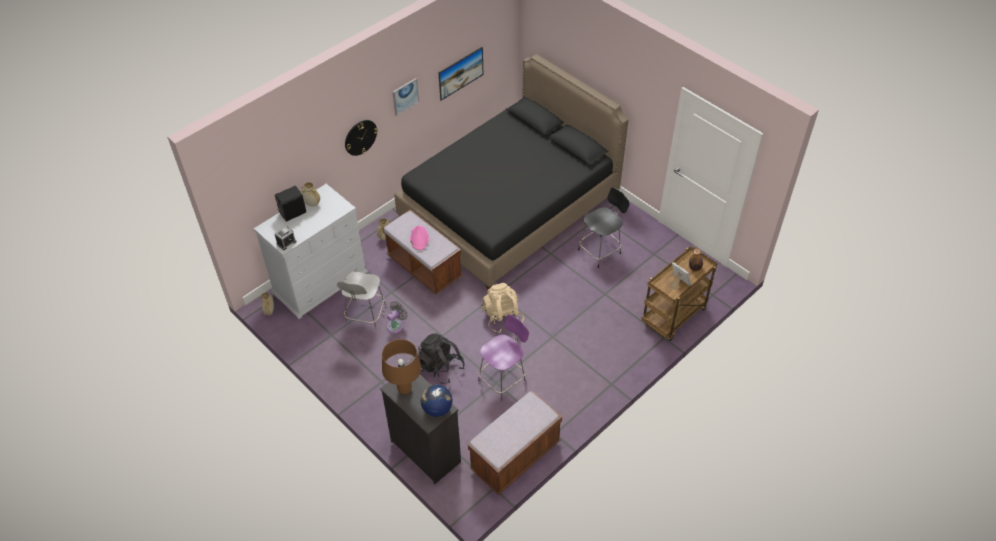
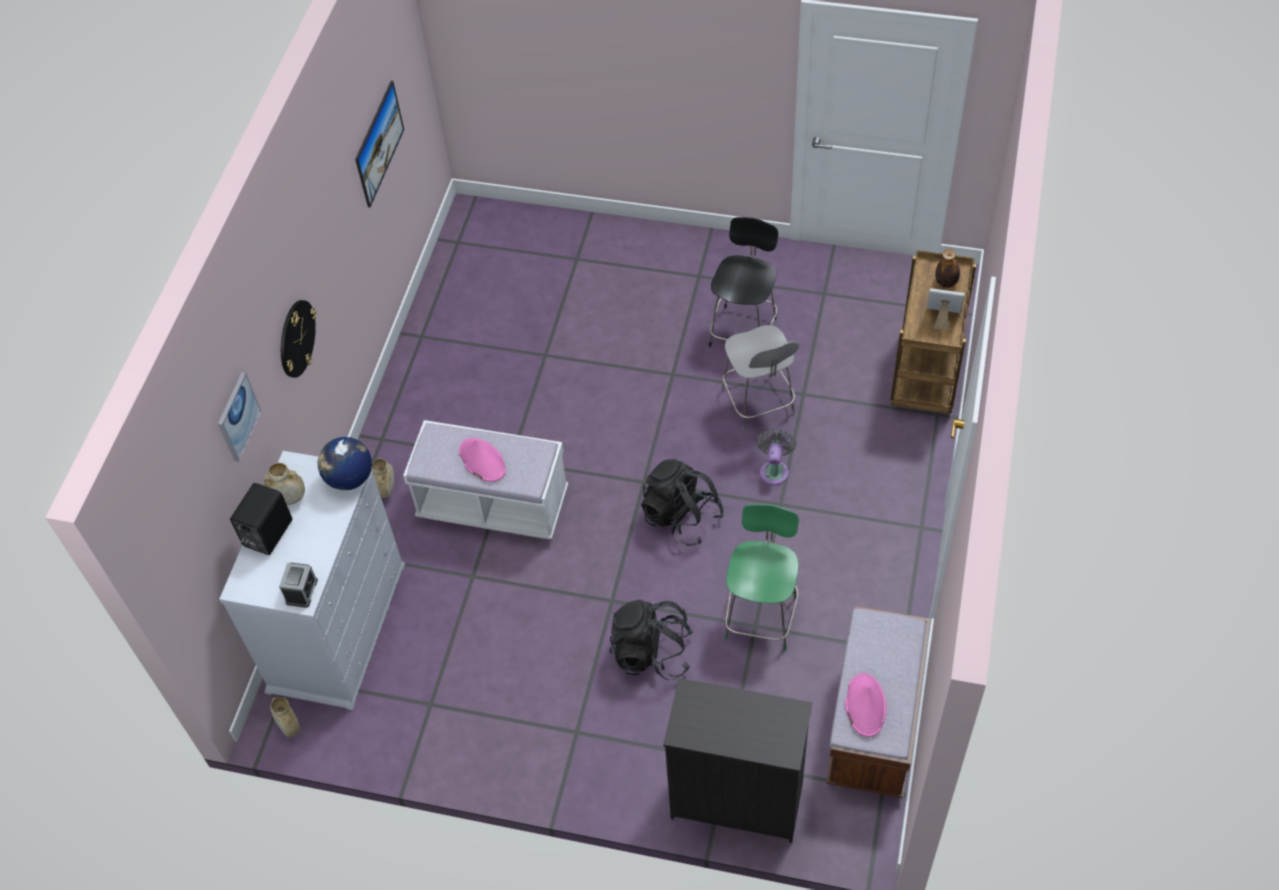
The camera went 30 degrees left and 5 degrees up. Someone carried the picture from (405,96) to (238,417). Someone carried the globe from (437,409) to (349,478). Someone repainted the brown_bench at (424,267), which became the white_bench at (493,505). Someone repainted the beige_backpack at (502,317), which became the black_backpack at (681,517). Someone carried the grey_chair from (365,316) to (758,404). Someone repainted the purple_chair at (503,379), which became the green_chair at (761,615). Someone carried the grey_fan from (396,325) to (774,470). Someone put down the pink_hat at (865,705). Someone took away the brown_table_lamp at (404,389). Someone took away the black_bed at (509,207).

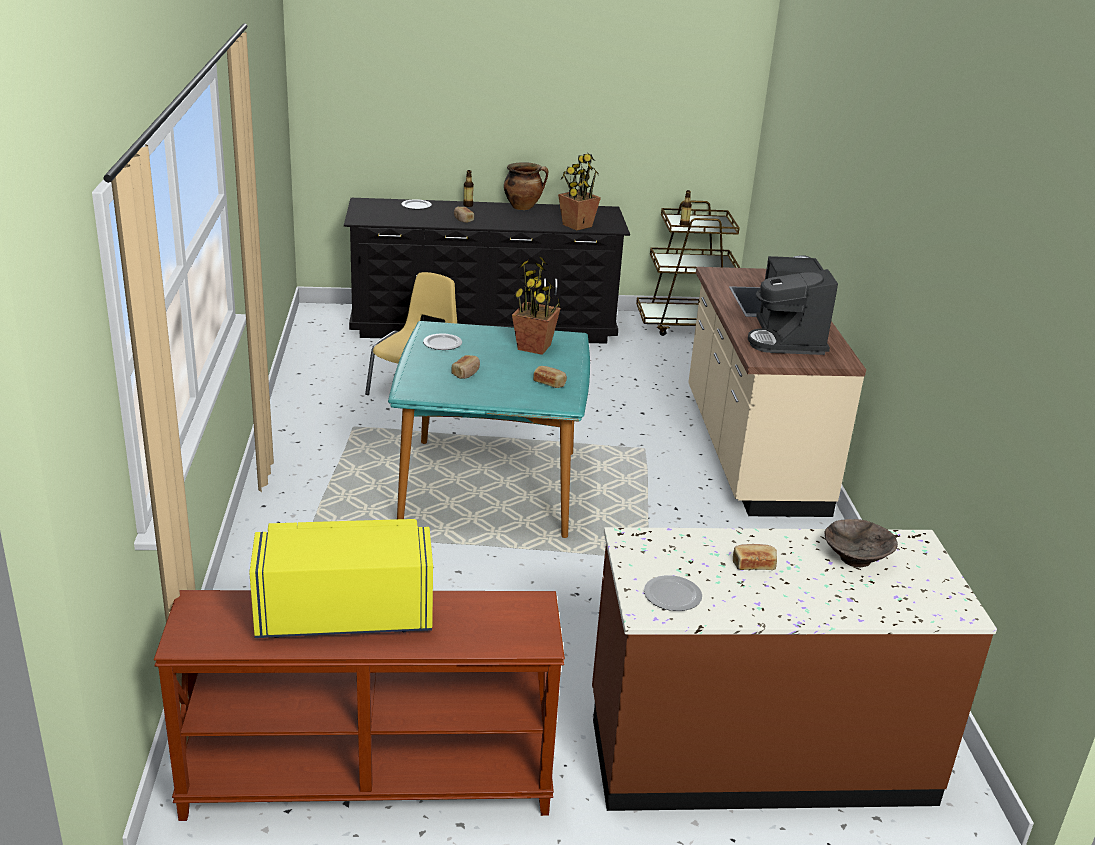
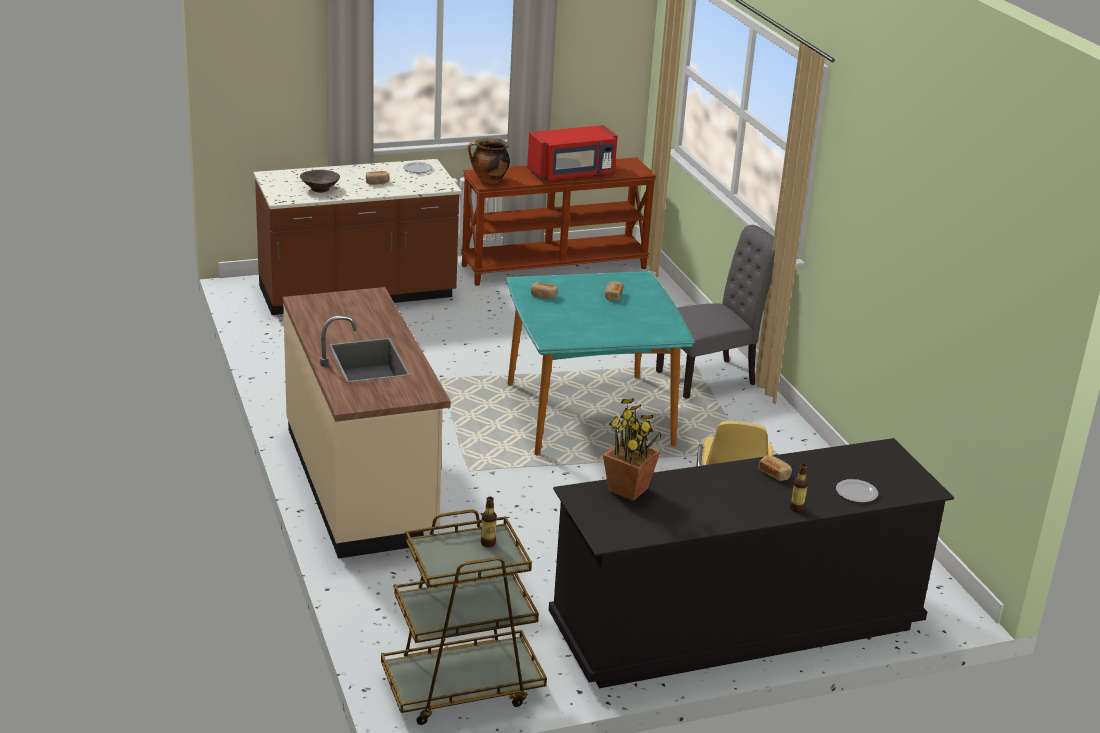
The camera went 165 degrees right and 0 degrees up. Someone carried the cooking_pot from (523,207) to (488,181). Someone repainted the yellow_microwave at (344,614), which became the red_microwave at (572,173). Someone put down the grey_chair at (711,377). Someone took away the plate at (442,344). Someone took away the potted_plant at (534,347). Someone took away the coffee_machine at (787,339).

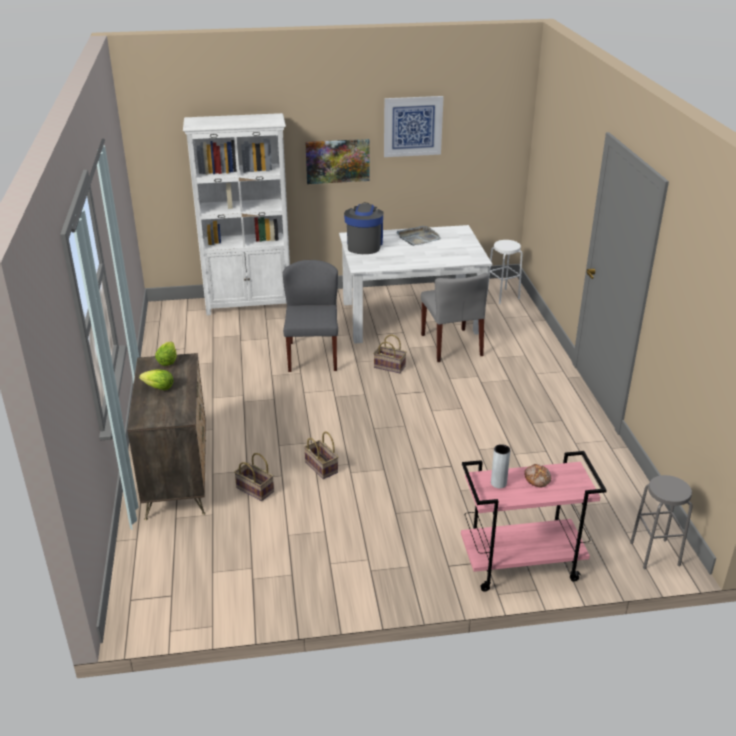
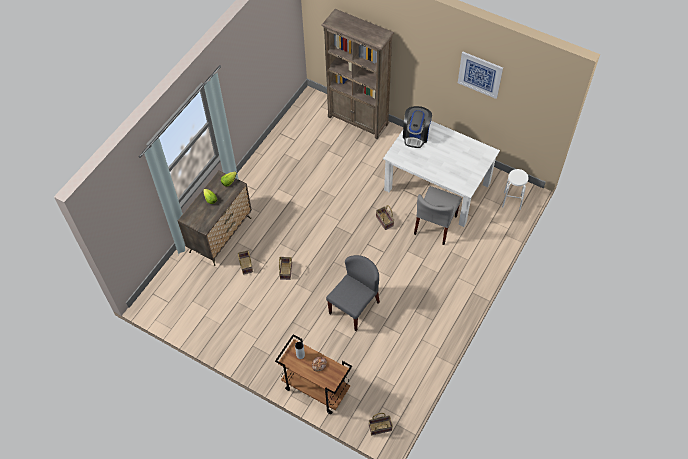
The camera went 40 degrees right and 25 degrees up. Someone repainted the pink_cart at (520,565), which became the brown_cart at (315,388). Someone repainted the white_bookcase at (249,304), which became the brown_bookcase at (358,120). Someone carried the grey_chair from (312,356) to (354,307). Someone swapped the grey_stool at (654,554) for the basket at (380,427). Someone rotated the coffee_machine at (364,245) by 150 degrees clockwise. Someone took away the picture at (337,161). Someone took away the grey_tray at (418,238).

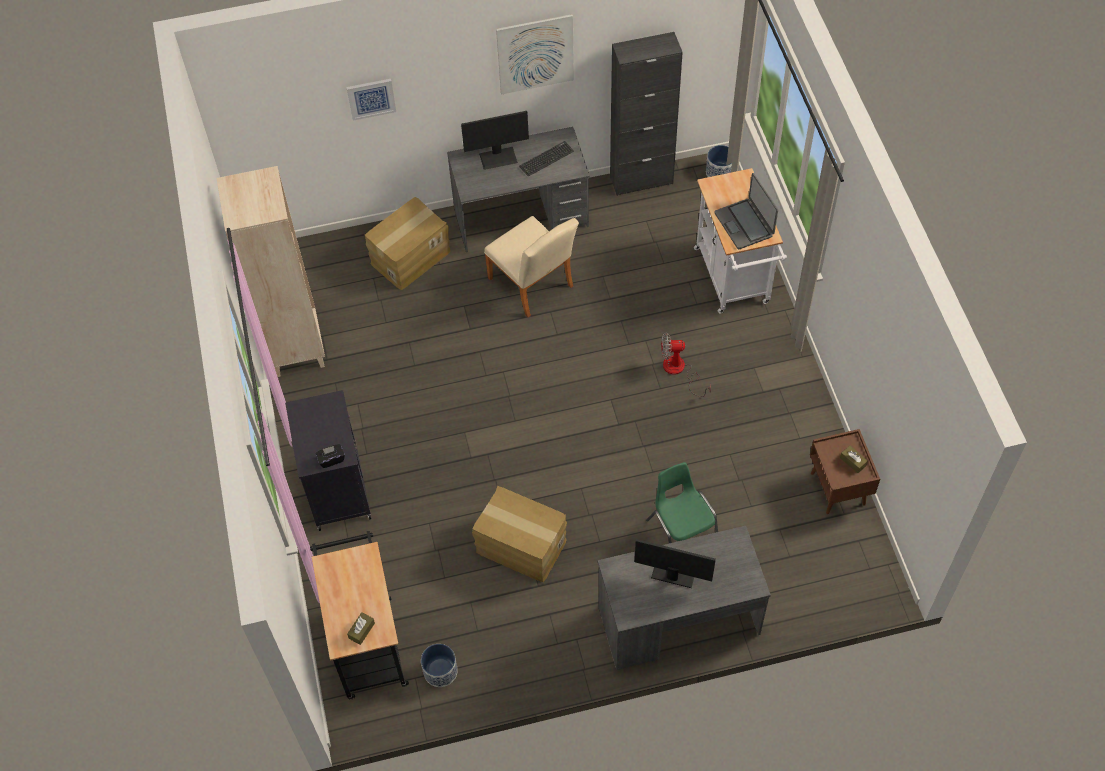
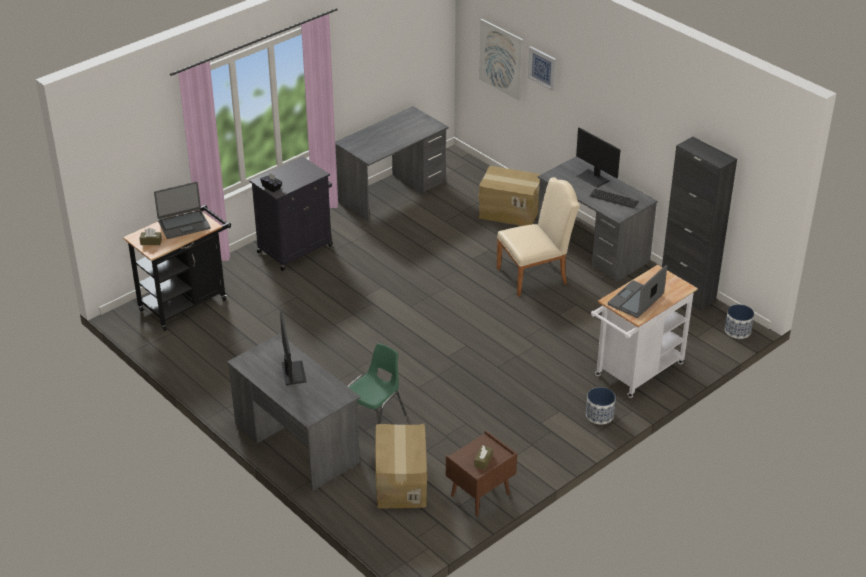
The camera went 60 degrees right and 20 degrees down. Someone put down the laptop at (184,225). Someone swapped the beige_bookcase at (295,348) for the grey_desk at (392,192). Someone carried the cardboard_box from (520,546) to (400,482). Someone carried the picture from (535,54) to (501,59). Someone rotated the beige_chair at (534,286) by 135 degrees counterclockwise. Someone carried the planter from (440,671) to (599,415). Someone took away the fan at (679,371).

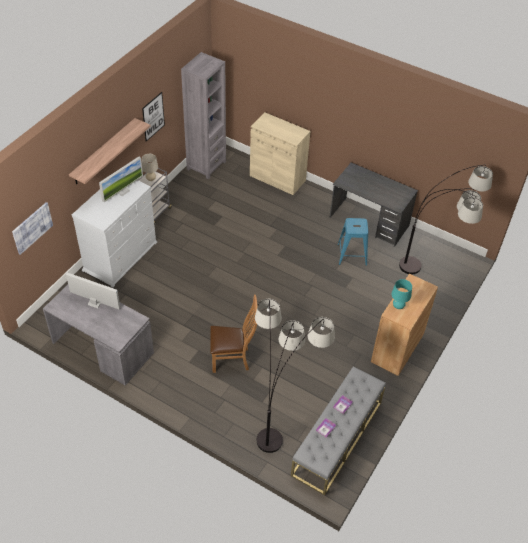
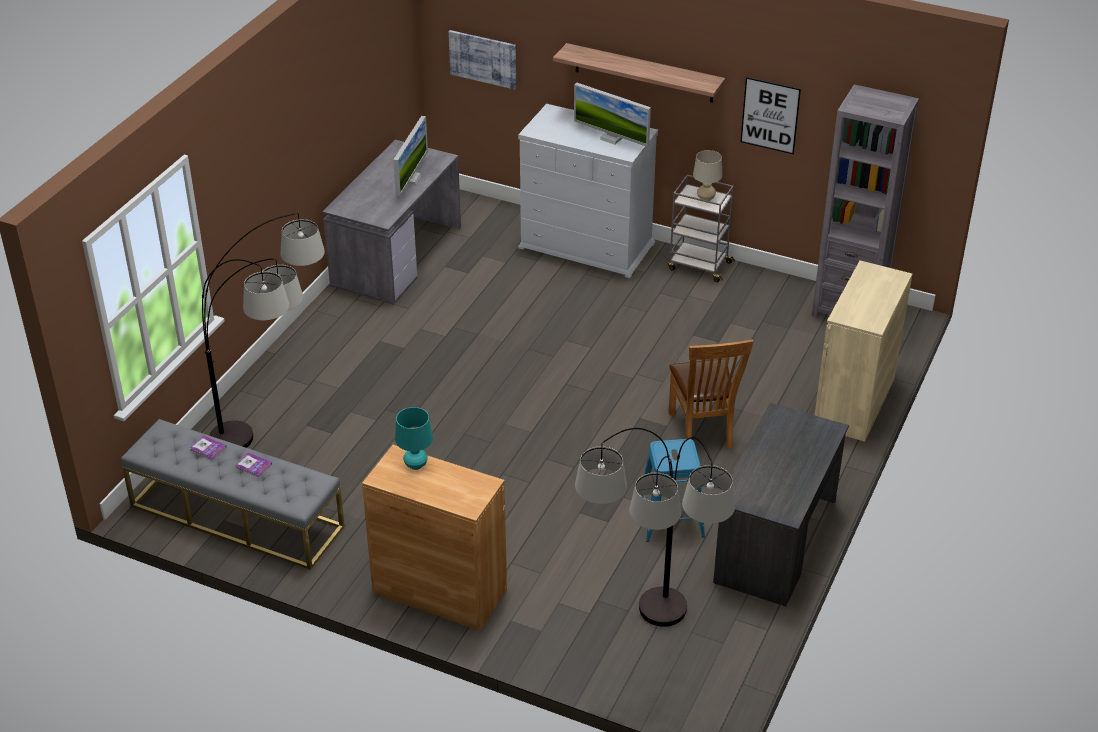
The camera went 85 degrees right and 10 degrees down. Someone carried the brown_chair from (233,359) to (703,432).

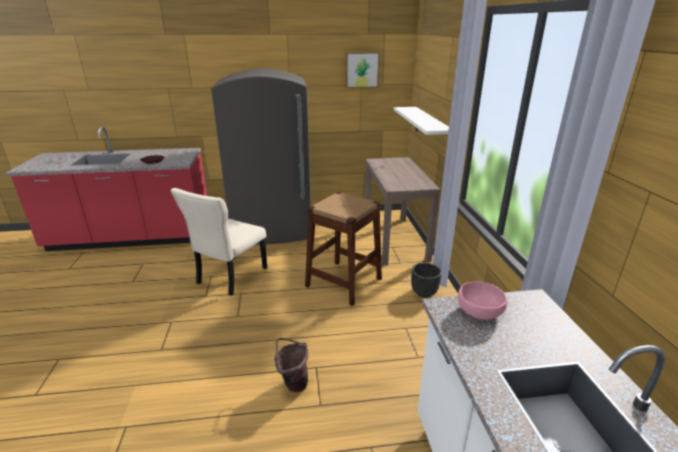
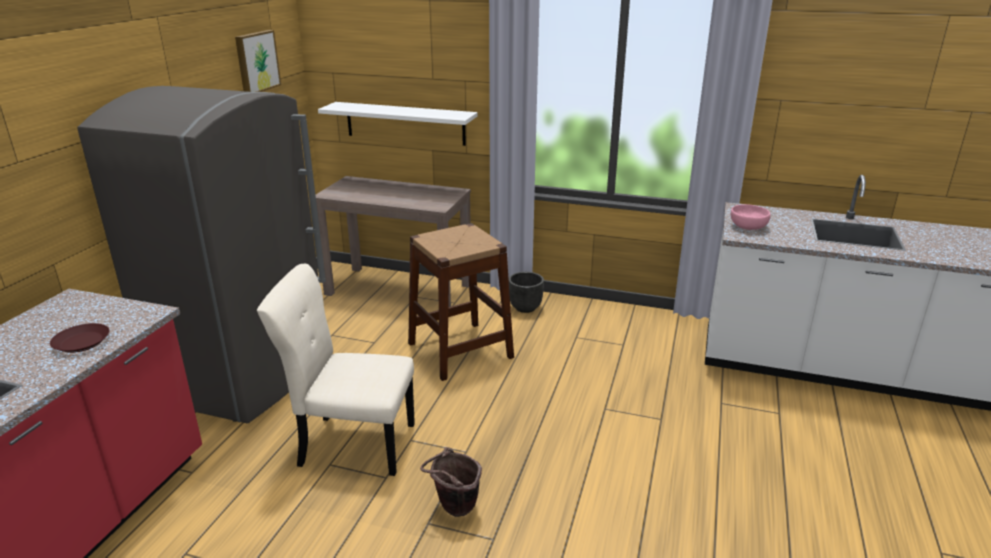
The camera went 65 degrees left and 0 degrees up. Someone rotated the beige_chair at (230,277) by 135 degrees clockwise. Someone carried the brown_bucket from (293,383) to (454,509).

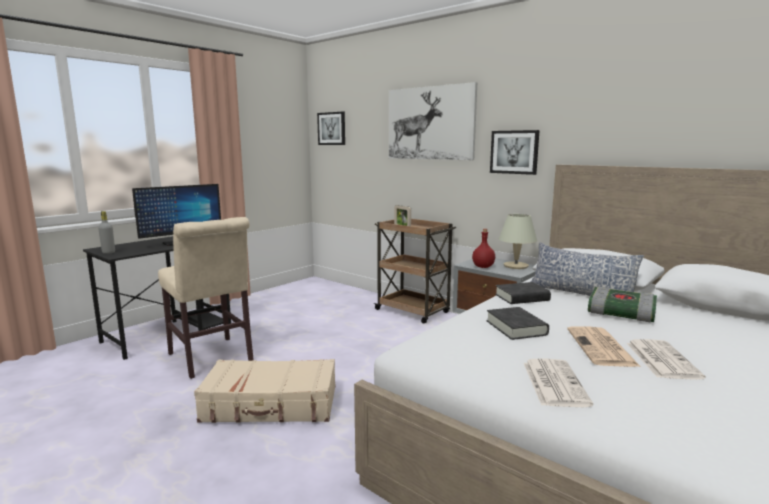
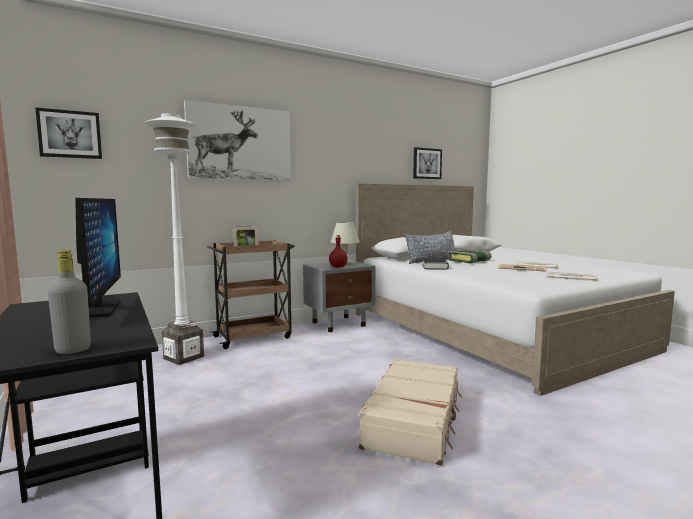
The camera went 70 degrees left and 5 degrees down. Someone put down the white_floor_lamp at (183,357). Someone carried the picture from (514,152) to (426,163). Someone took away the beige_chair at (212,359). Someone took away the black_book at (516,328).

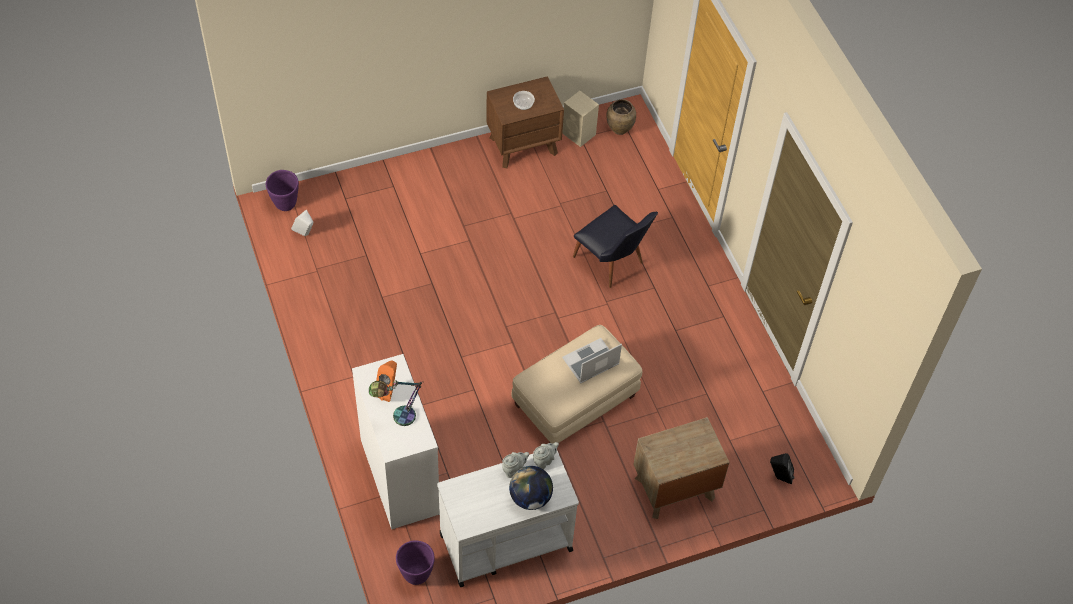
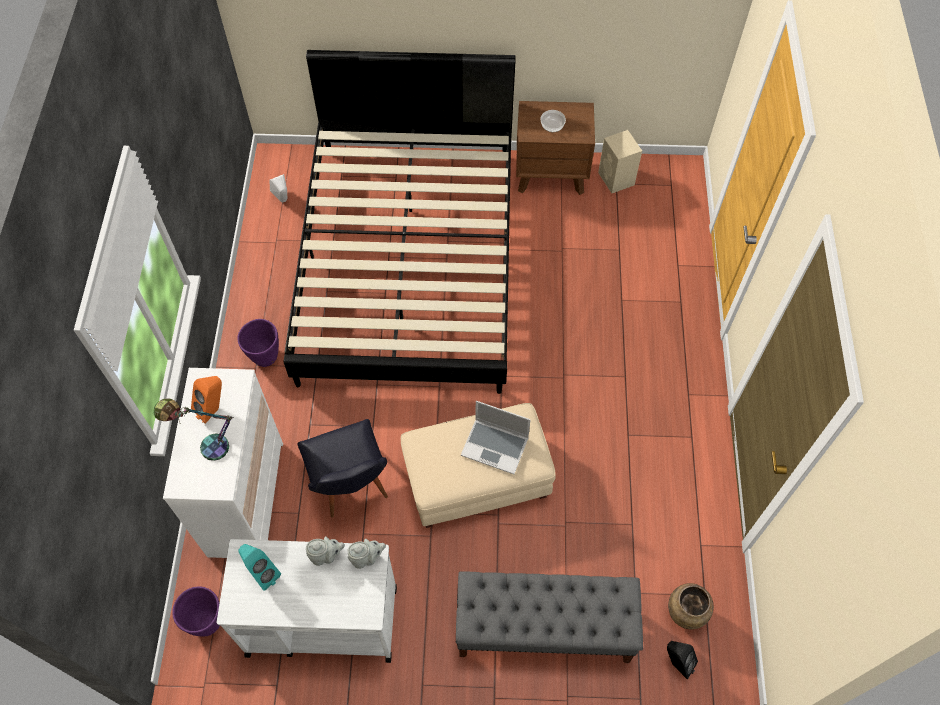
The camera went 25 degrees right and 5 degrees up. Someone carried the purple_planter from (285,204) to (265,357). Someone put down the turquoise_speaker at (262,573). Someone put down the black_bed at (409,262). Someone carried the black_chair from (612,264) to (351,486). Someone swapped the brown_nightstand at (674,488) for the grey_bench at (543,628). Someone rotated the laptop at (590,362) by 150 degrees counterclockwise. Someone carried the brown_vase from (619,129) to (684,614). Someone took away the globe at (530,497).

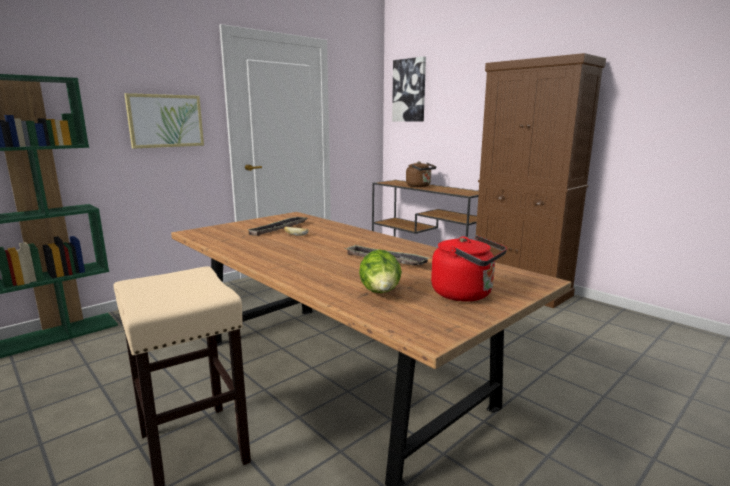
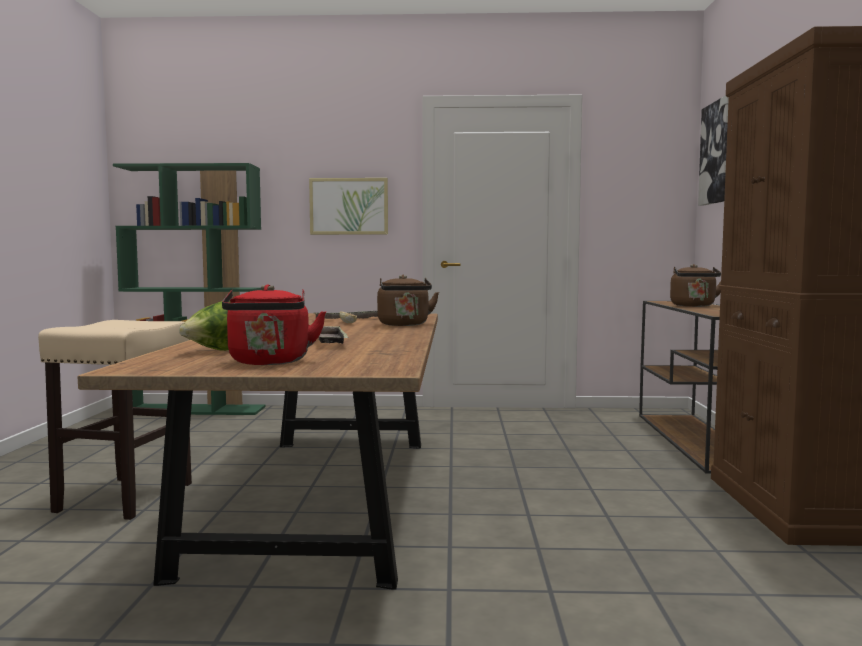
The camera went 45 degrees right and 10 degrees down. Someone put down the brown_kettle at (404,325).

